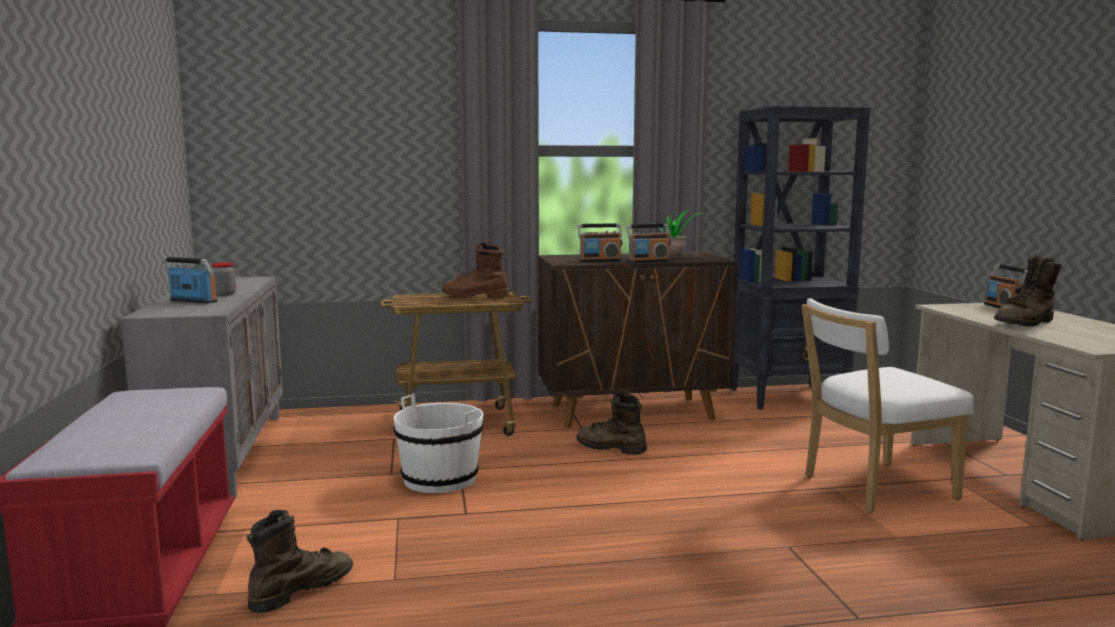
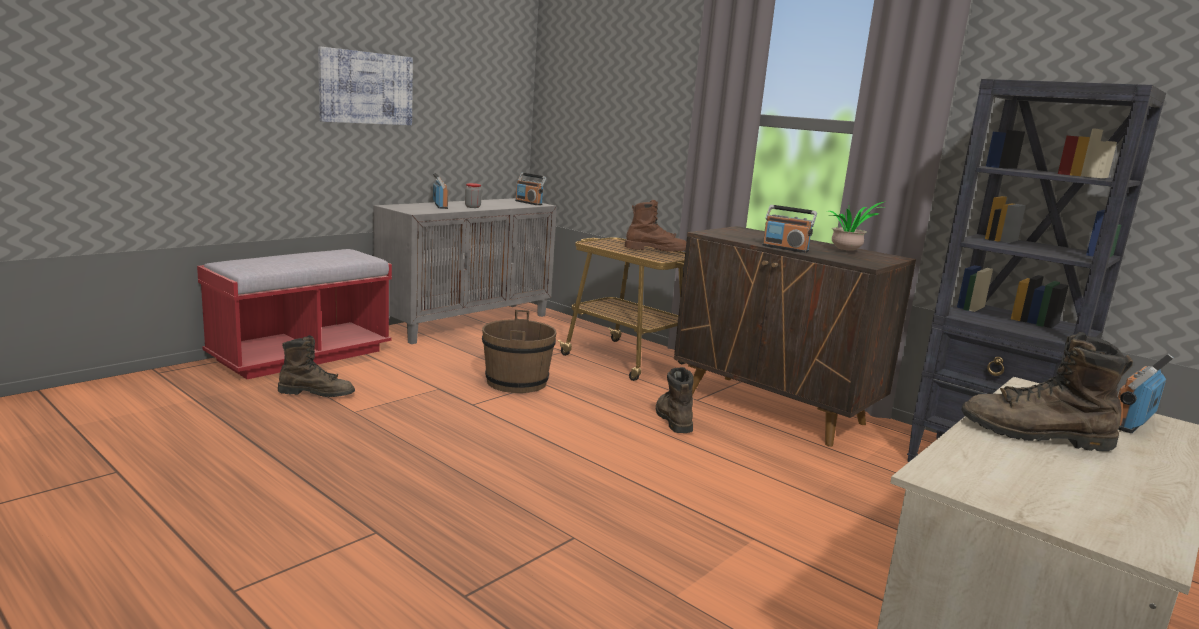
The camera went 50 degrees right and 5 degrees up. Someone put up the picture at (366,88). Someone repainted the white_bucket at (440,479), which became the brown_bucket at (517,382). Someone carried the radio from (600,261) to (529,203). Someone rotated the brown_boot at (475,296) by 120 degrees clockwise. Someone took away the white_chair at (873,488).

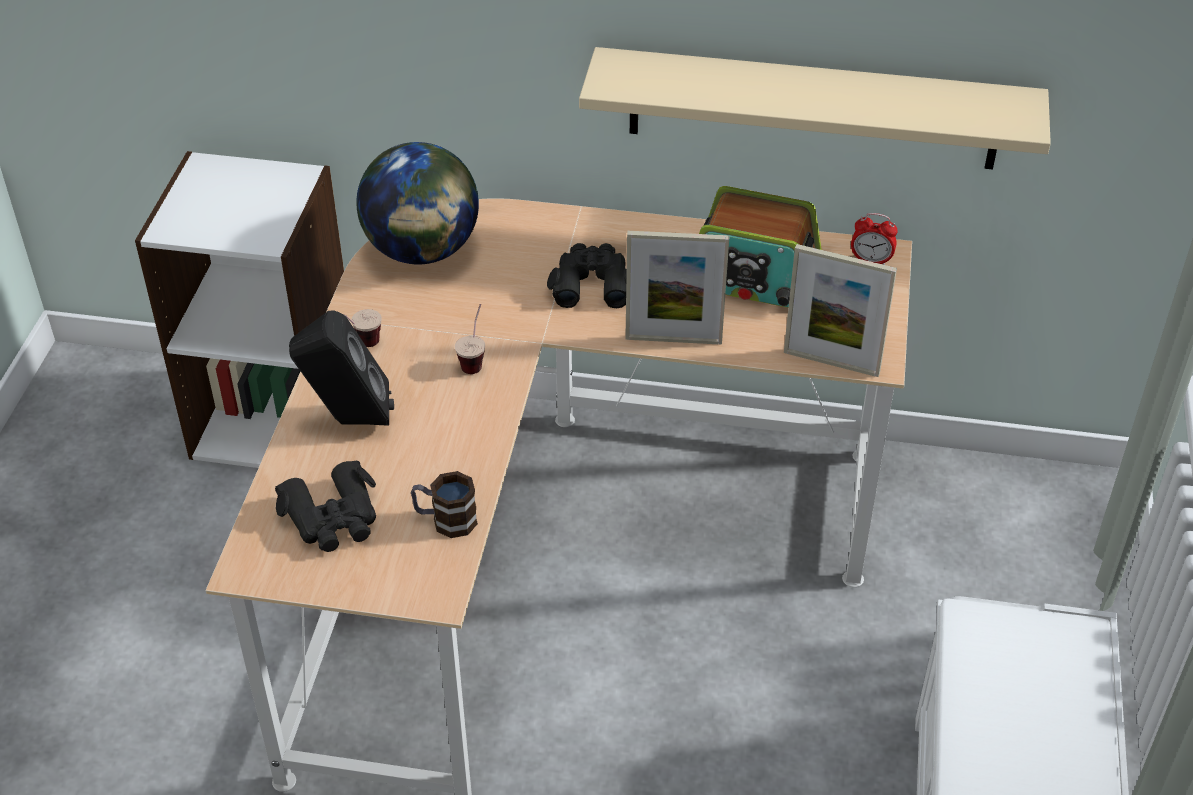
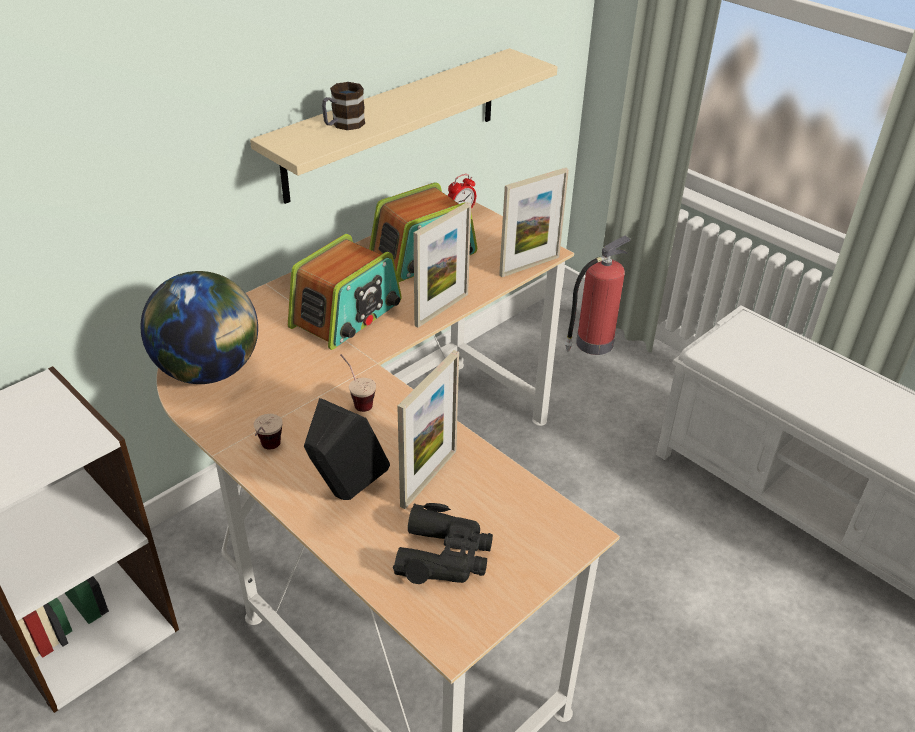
The camera went 55 degrees left and 5 degrees down. Someone swapped the black_binoculars at (591,283) for the radio at (347,315). Someone carried the mug from (445,520) to (343,125). Someone put down the picture_frame at (429,478). Someone put down the fire_extinguisher at (592,344).

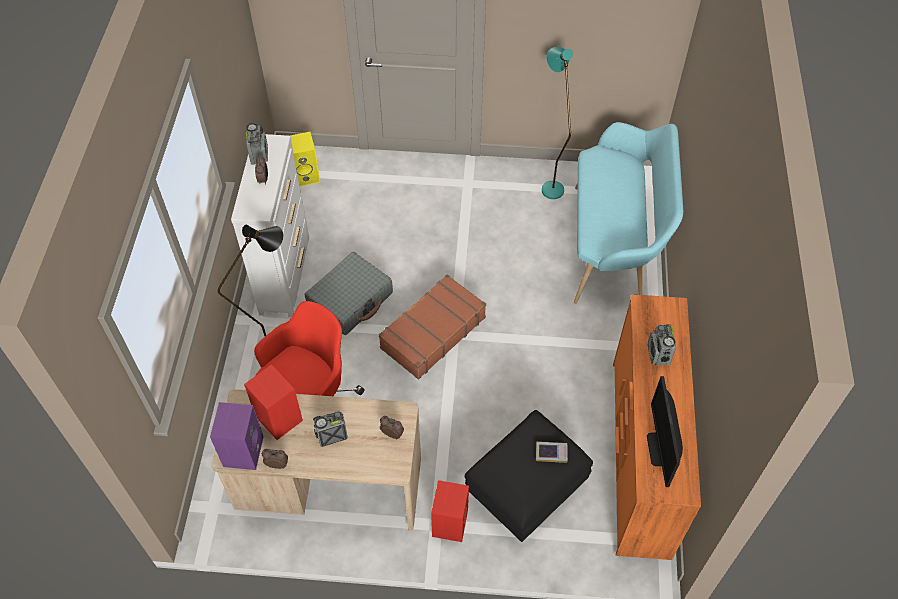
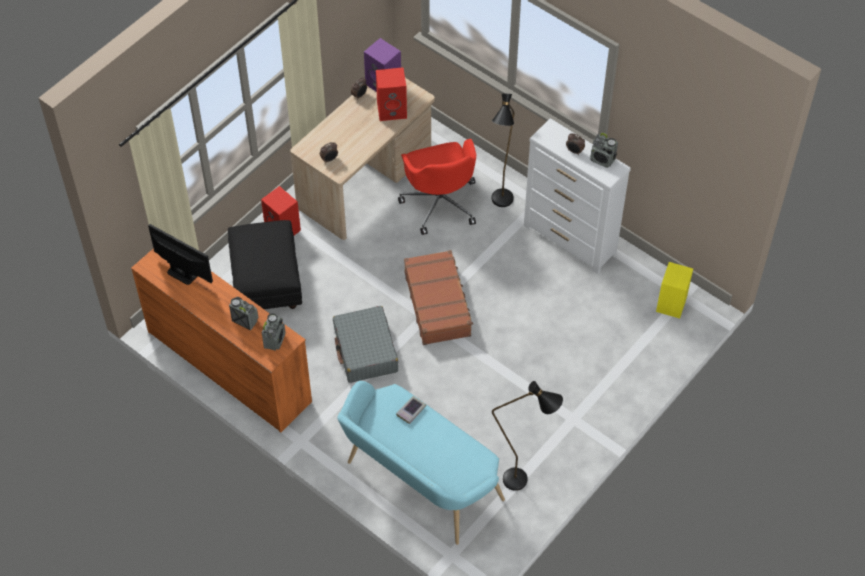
The camera went 125 degrees right and 0 degrees up. Someone carried the radio from (331,435) to (275,340). Someone carried the grey_suitcase from (350,300) to (365,351). Someone carried the book from (551,453) to (411,411). Someone repainted the turquoise_floor_lamp at (549,184), which became the black_floor_lamp at (524,482).

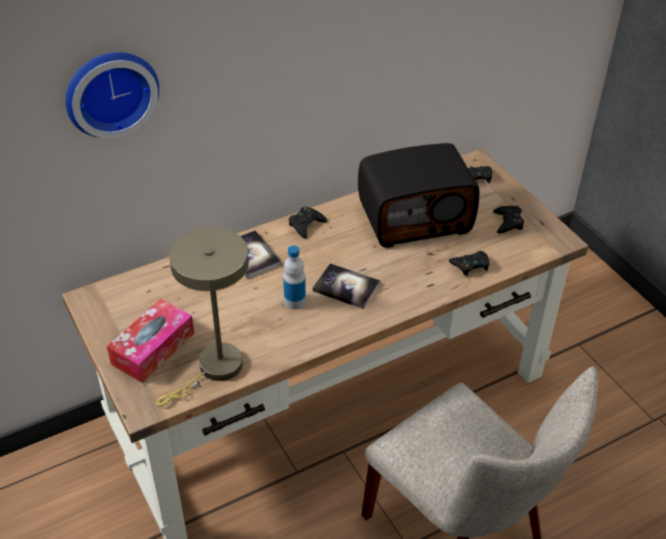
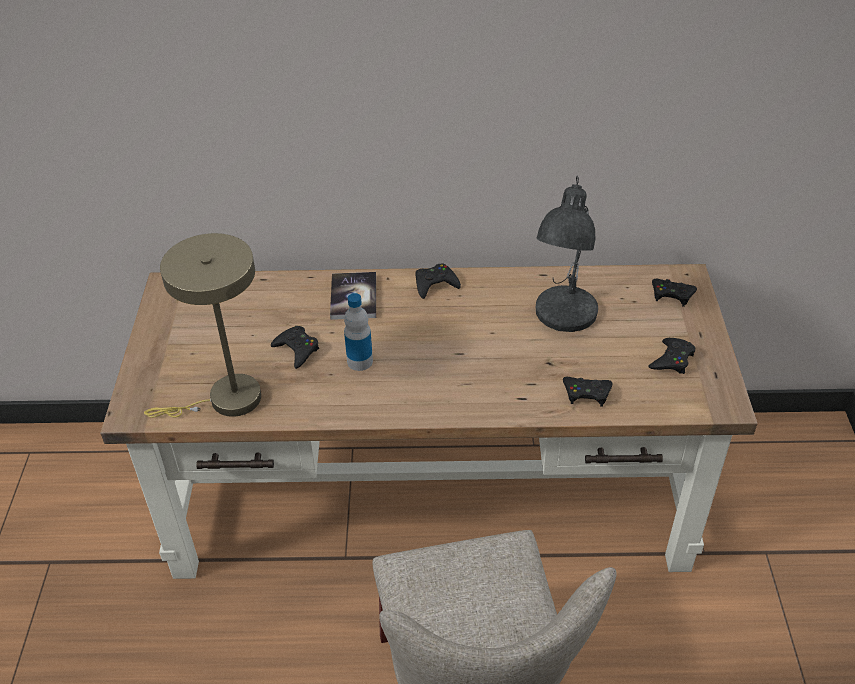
The camera went 30 degrees right and 0 degrees up. Someone put down the black_game_controller at (297,350). Someone swapped the radio at (415,217) for the grey_table_lamp at (563,316). Someone took away the wall_clock at (110,91). Someone took away the tissue_box at (153,348). Someone took away the book at (346,287).

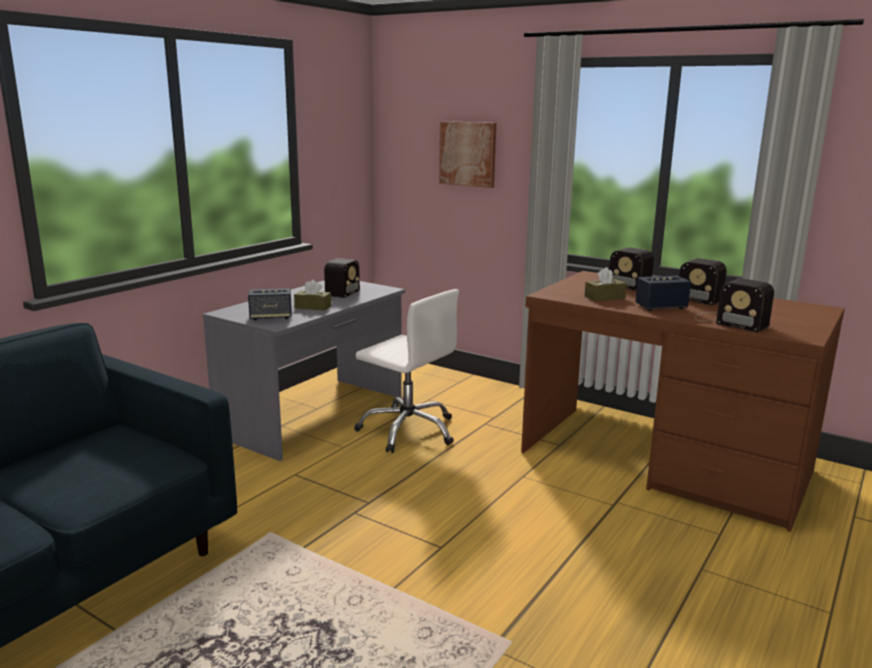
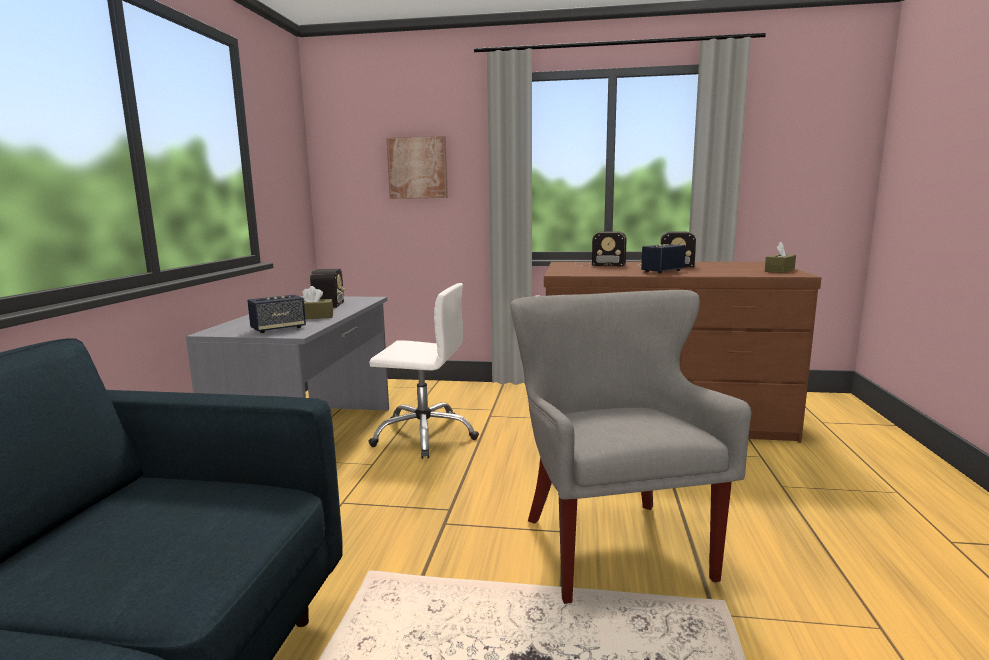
The camera went 25 degrees left and 5 degrees down. Someone put down the grey_armchair at (613,545). Someone carried the brown_tissue_box from (604,297) to (779,270). Someone took away the radio at (728,321).

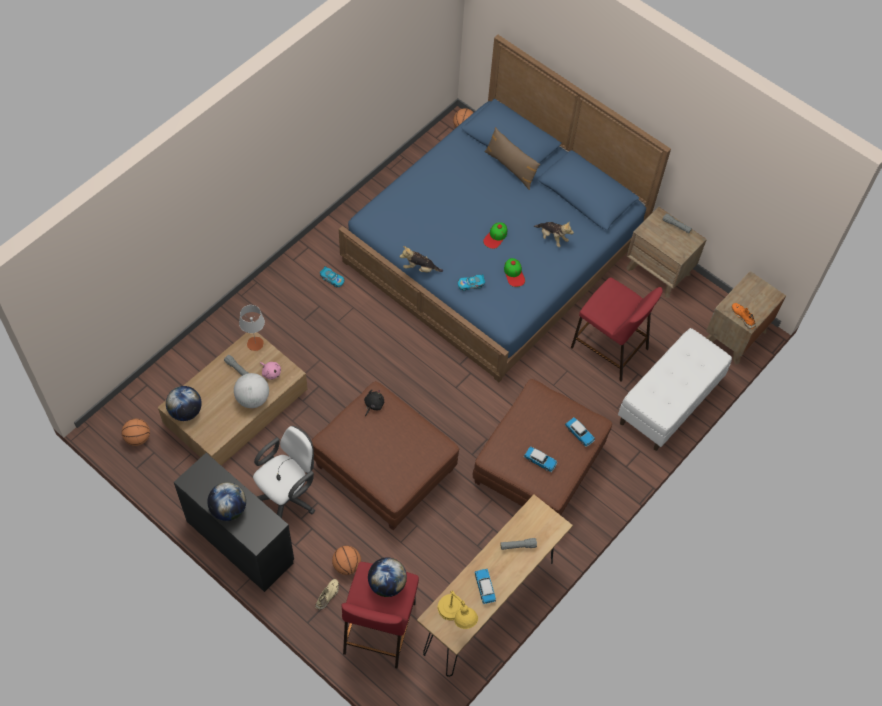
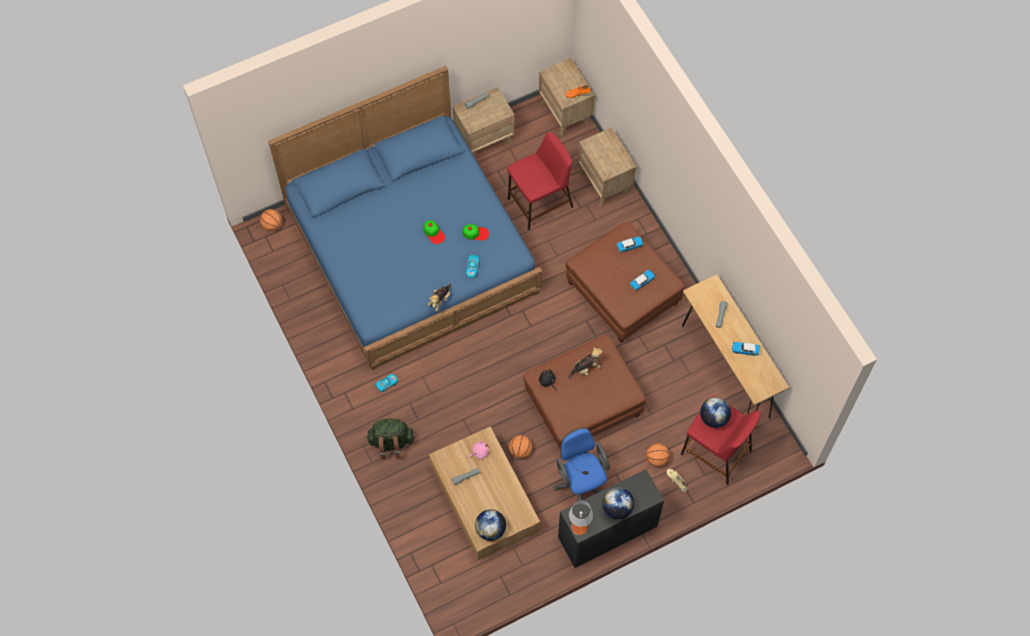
The camera went 65 degrees left and 5 degrees up. Someone put down the green_backpack at (391,442). Someone carried the basketball from (138,438) to (520,451). Someone repainted the white_office_chair at (288,496), which became the blue_office_chair at (581,483). Someone carried the plush_toy from (552,238) to (586,368). Someone carried the grey_table_lamp from (255,343) to (579,527). Someone swapped the white_bench at (669,403) for the brown_nightstand at (605,182). Someone took away the globe at (253,399). Someone took away the yellow_table_lamp at (456,618). Someone took away the brown_pillow at (510,167).

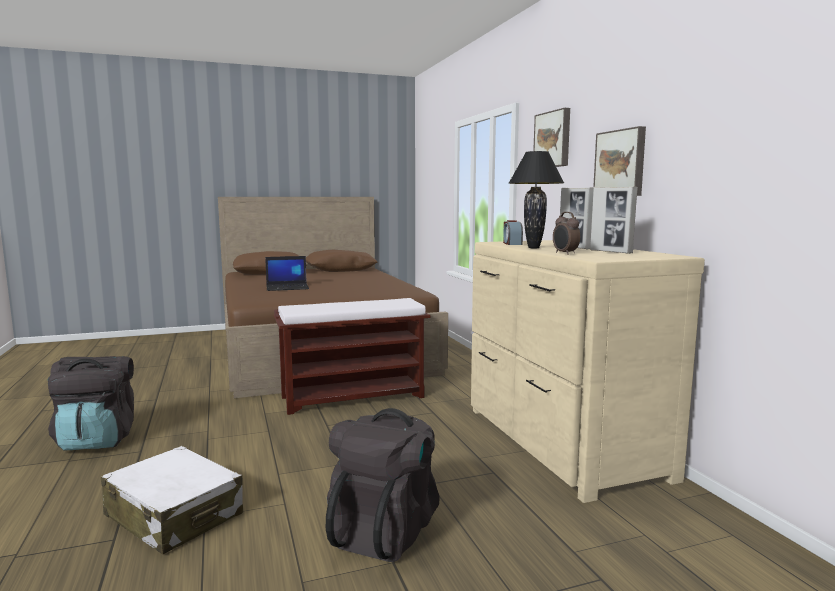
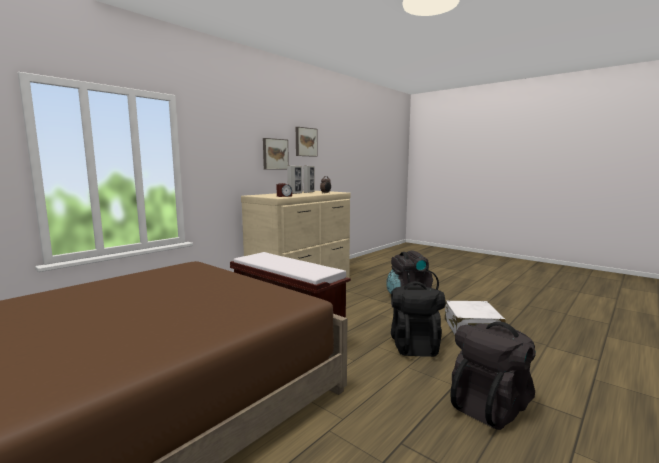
The camera went 120 degrees left and 0 degrees up. Someone carried the picture from (553,139) to (305,142). Someone put down the black_backpack at (414,345). Someone took away the laptop at (288,287). Someone took away the black_table_lamp at (533,248).

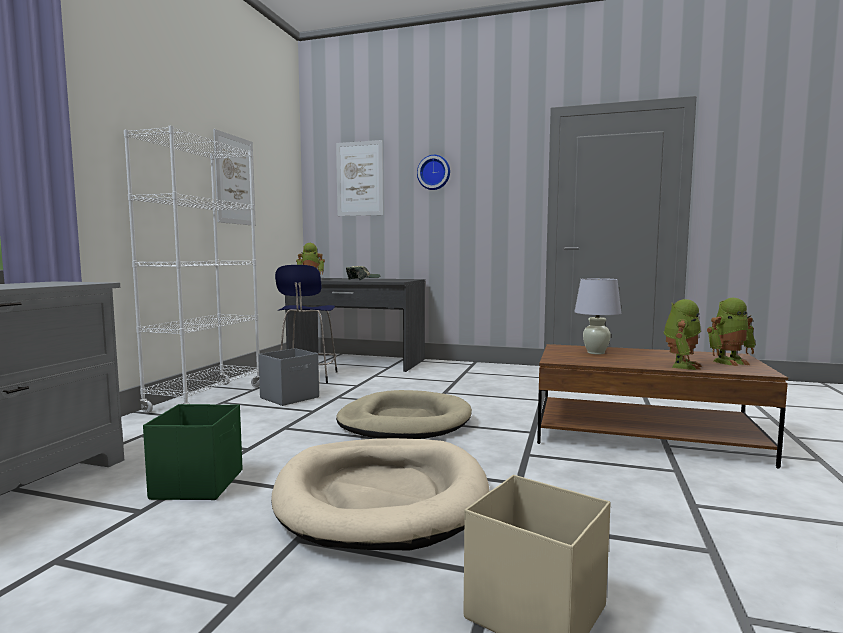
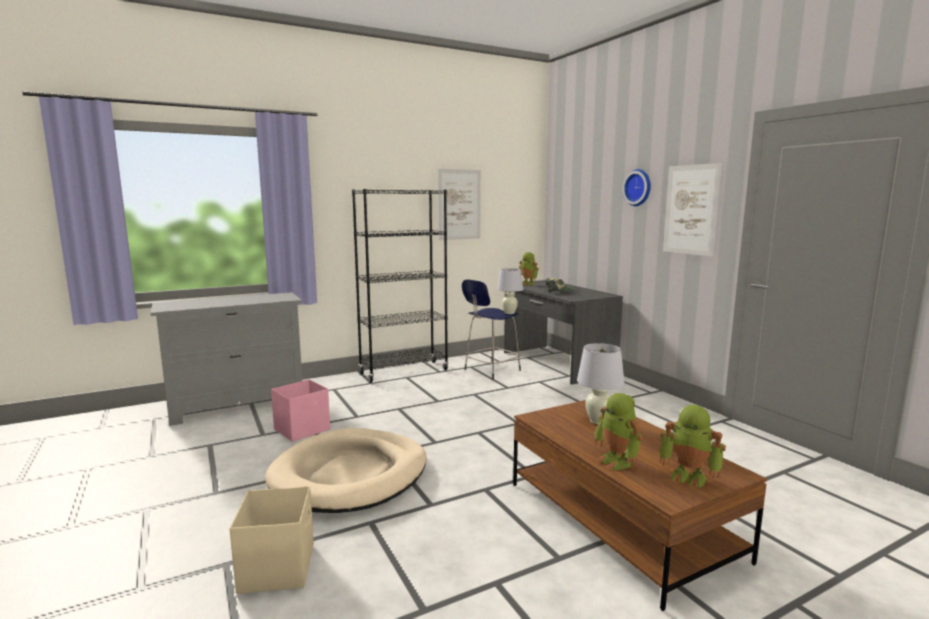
The camera went 45 degrees right and 5 degrees up. Someone repainted the green_storage_box at (199,484), which became the pink_storage_box at (303,429). Someone repainted the white_bookcase at (206,399), which became the black_bookcase at (404,371). Someone put down the white_table_lamp at (509,313). Someone rotated the toy_robot at (681,365) by 75 degrees clockwise. Someone carried the picture from (359,178) to (691,210). Someone took away the grey_storage_box at (290,397). Someone took away the beige_dog_bed at (404,422).

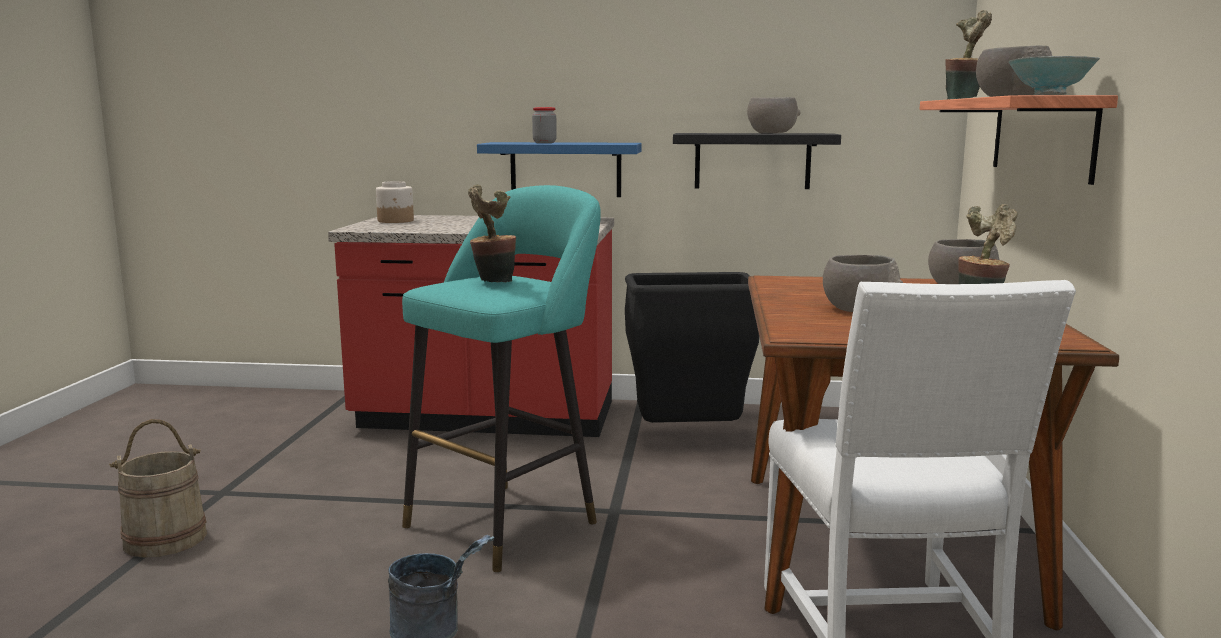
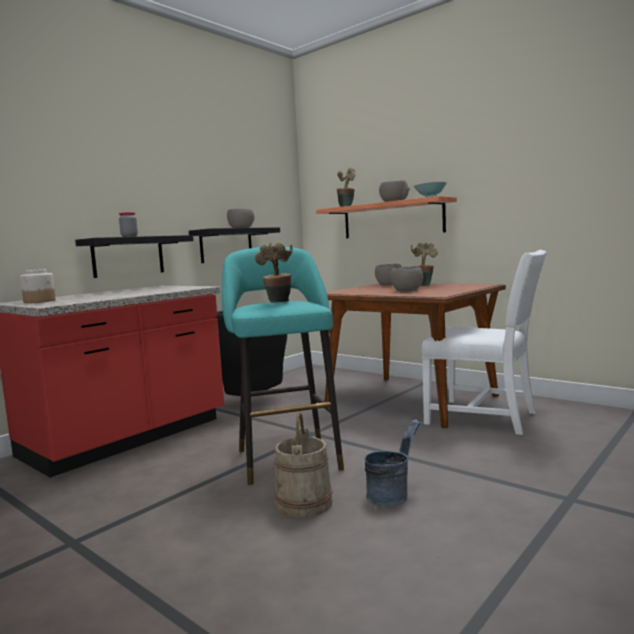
The camera went 55 degrees left and 5 degrees down. Someone repainted the blue_shelf at (565,169), which became the black_shelf at (128,256). Someone carried the beige_bucket from (165,539) to (304,503).

